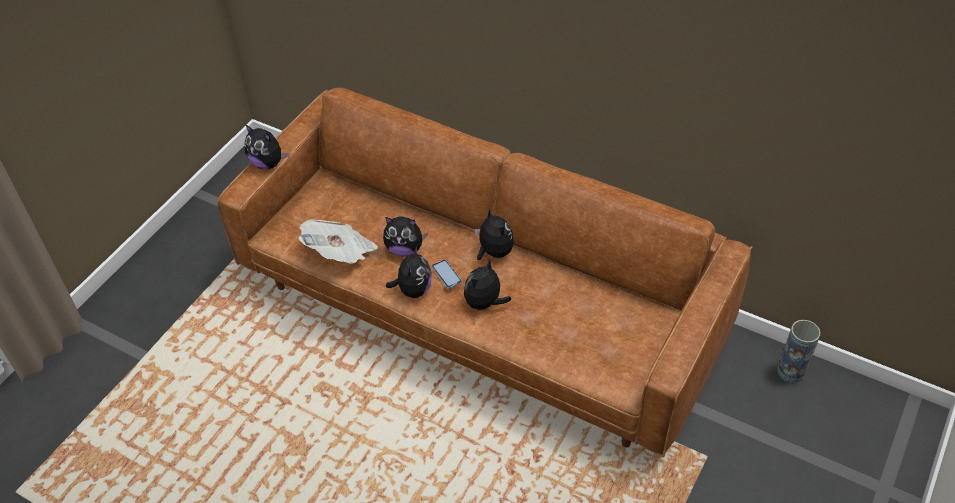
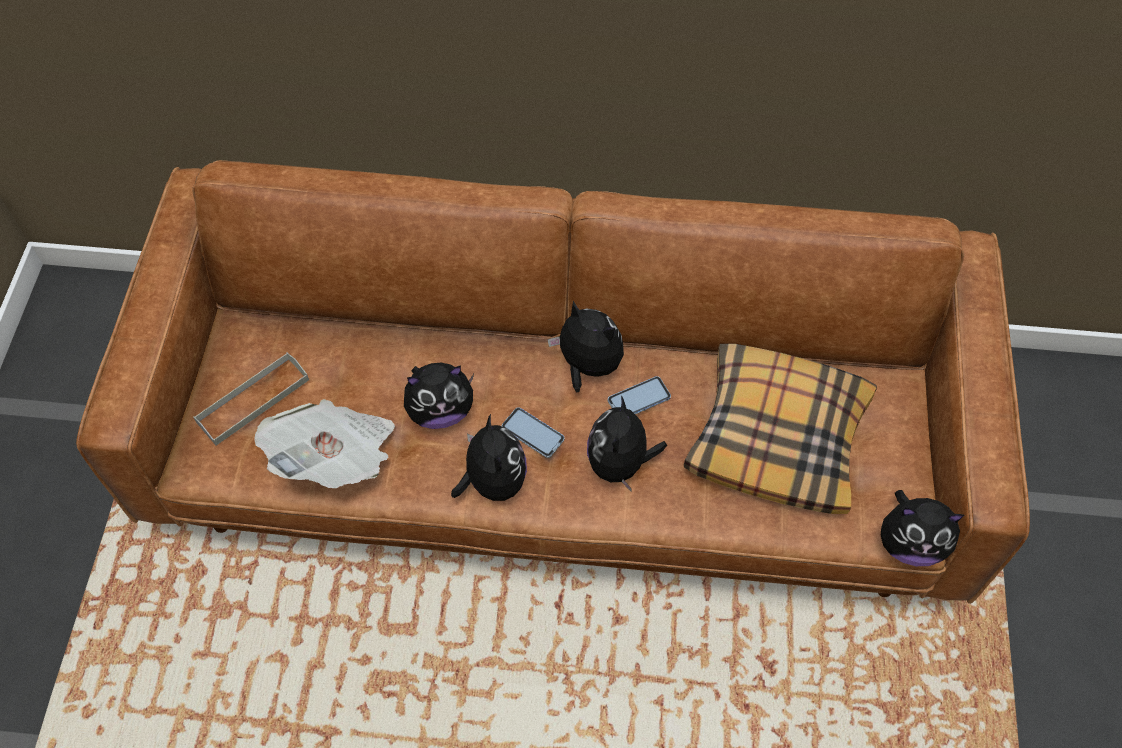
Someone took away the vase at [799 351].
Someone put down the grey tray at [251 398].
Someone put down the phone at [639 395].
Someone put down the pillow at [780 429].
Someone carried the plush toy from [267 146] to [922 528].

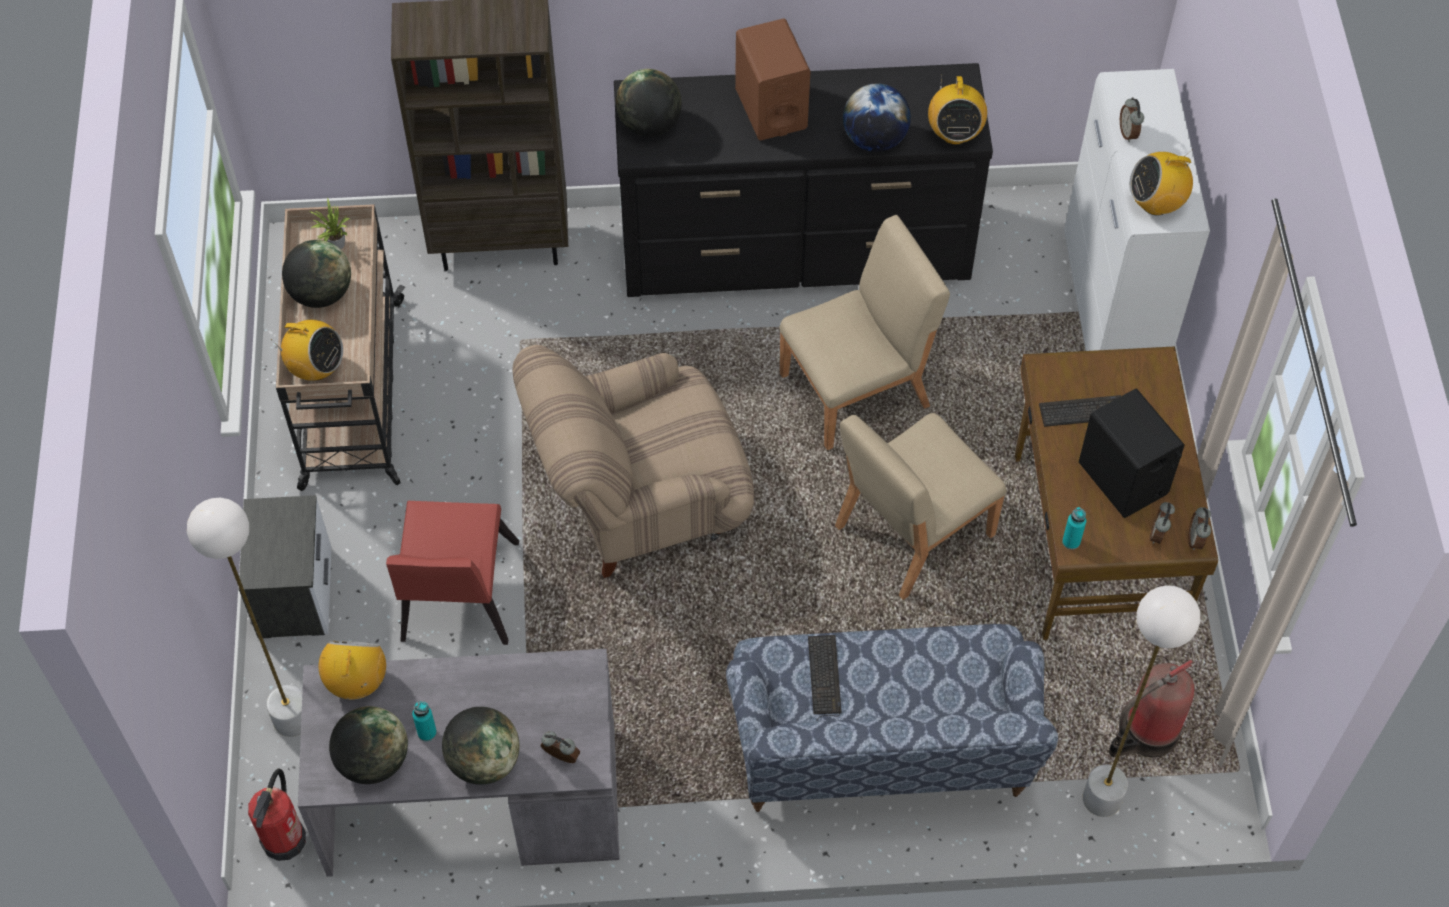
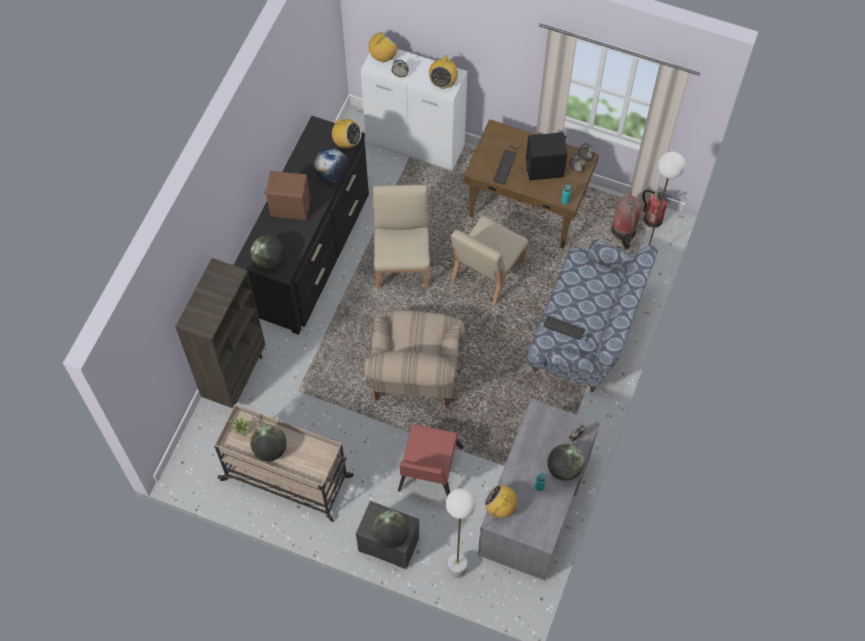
Someone carried the fire extinguisher from [277 814] to [657 209].
Someone carried the radio from [307 350] to [383 47].
Someone carried the globe from [368 745] to [391 529].
Someone rotated the red chair at [452 573] by 75 degrees clockwise.
Someone rotated the beige chair at [921 506] by 45 degrees clockwise.

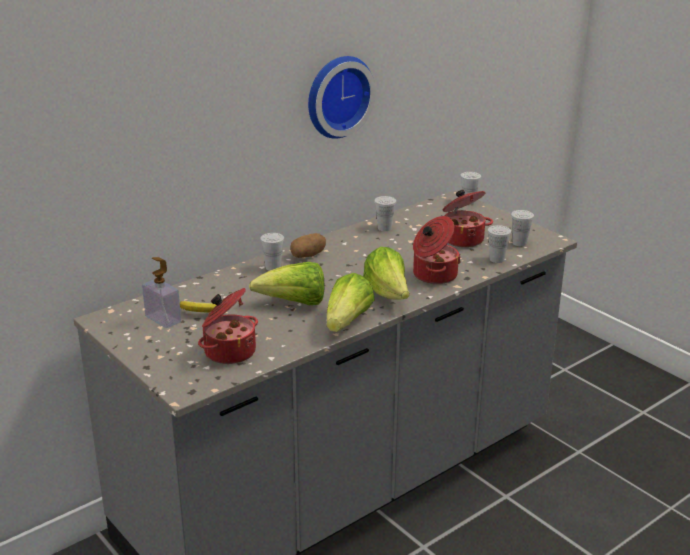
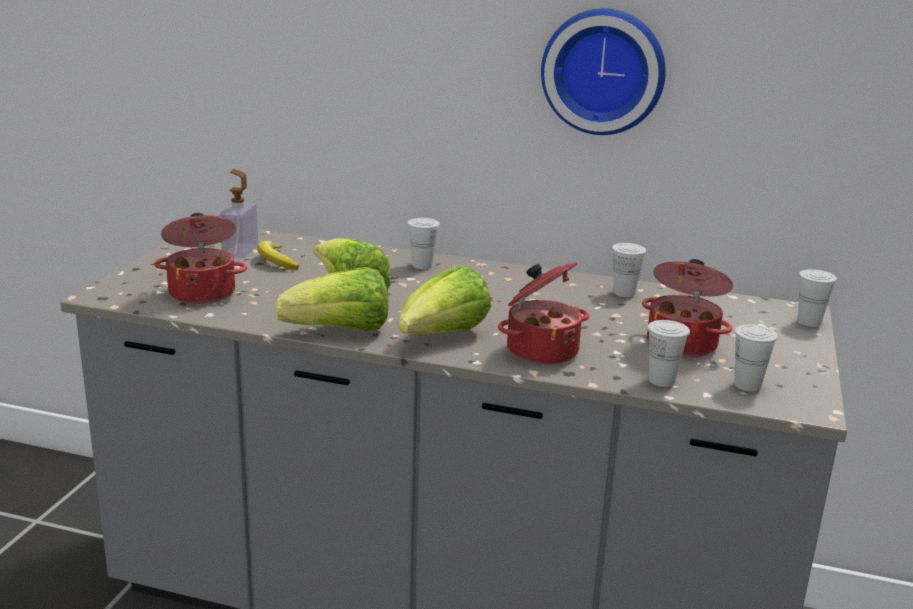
Someone took away the potato at [308 245].

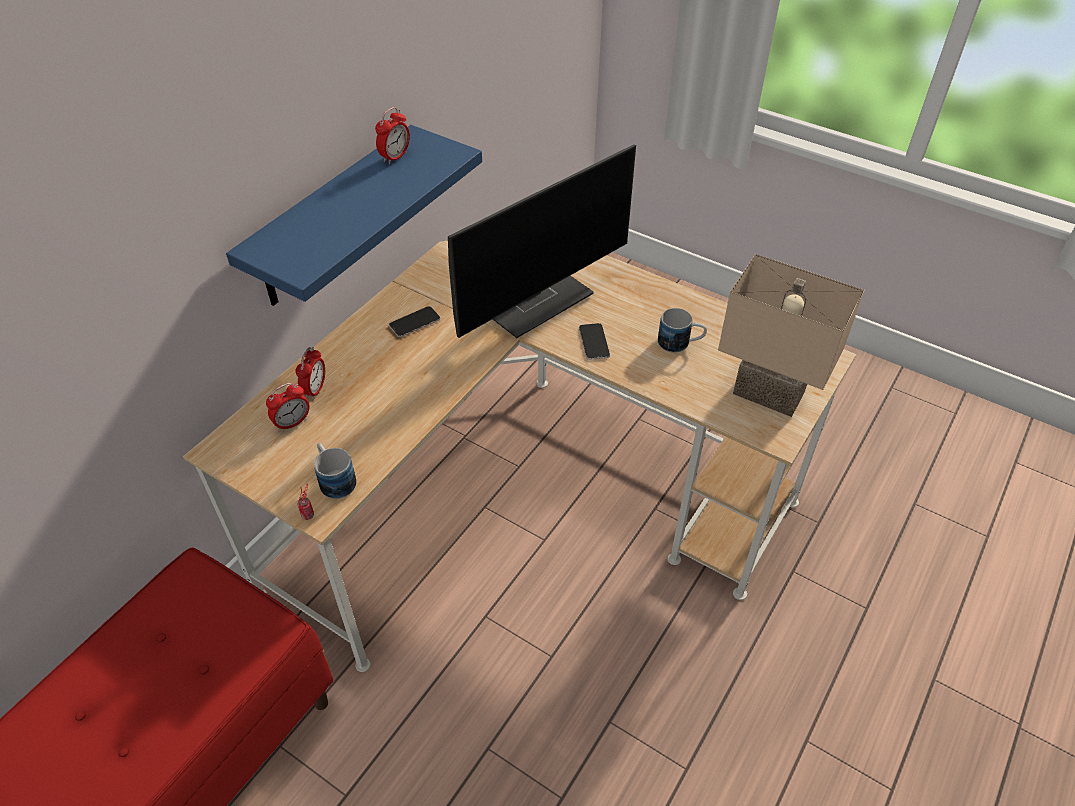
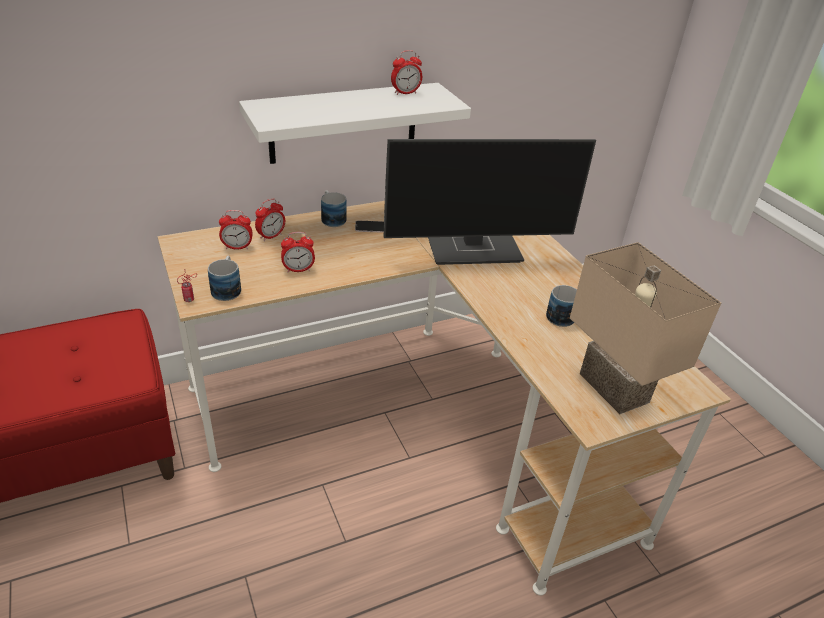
Someone took away the phone at [594 341].
Someone put down the alarm clock at [298 252].
Someone put down the mug at [334 208].
Someone repainted the blue shelf at [354 215], which became the white shelf at [355 123].

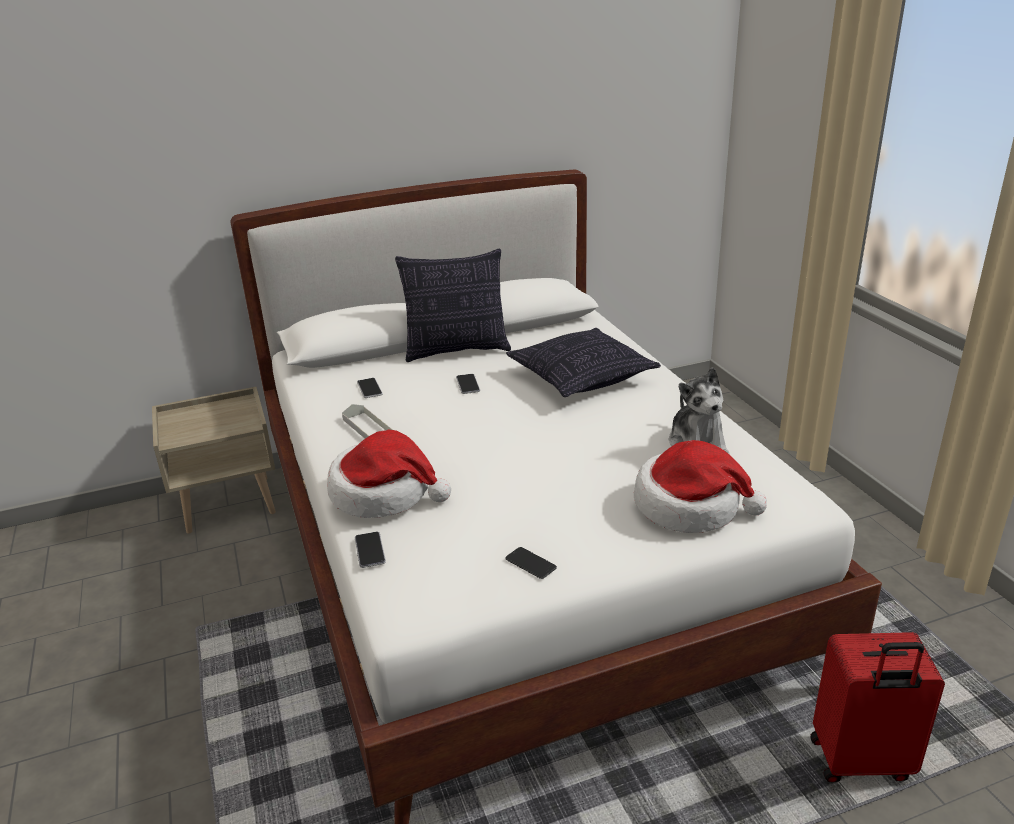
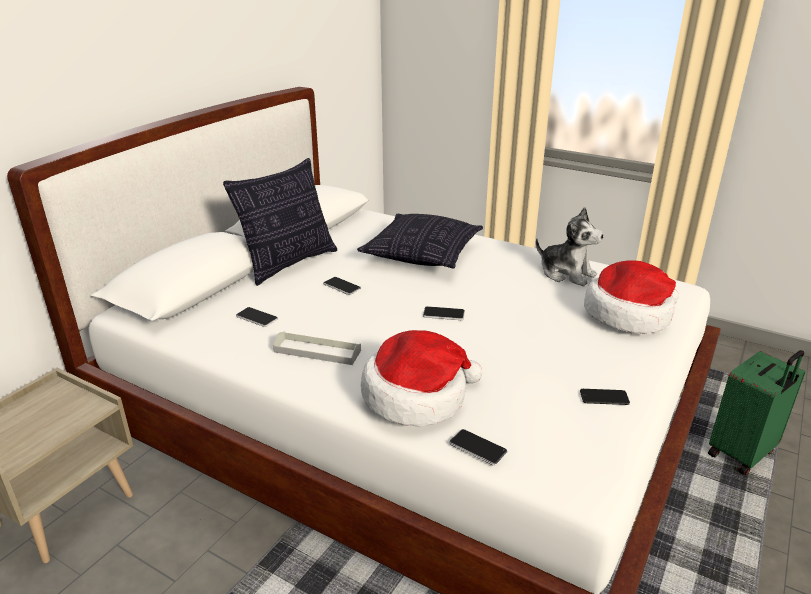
Someone put down the phone at [444 313].
Someone repainted the red suitcase at [877 707], which became the green suitcase at [756 413].

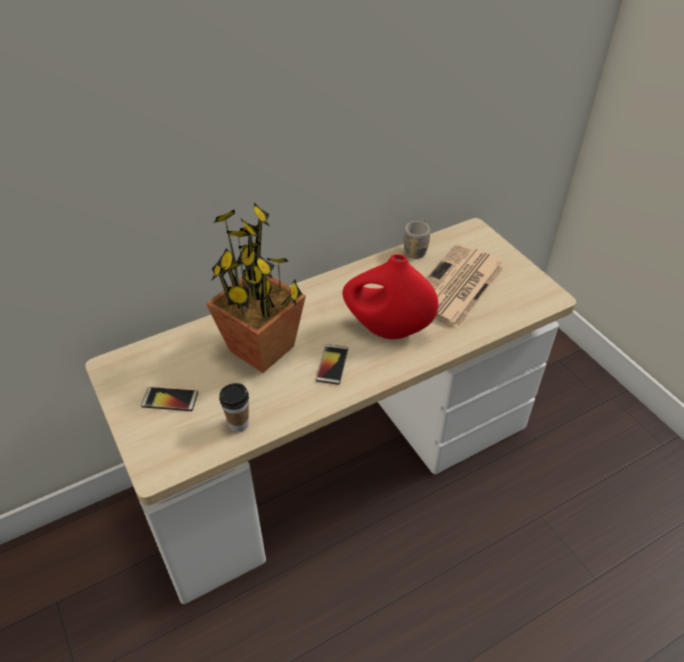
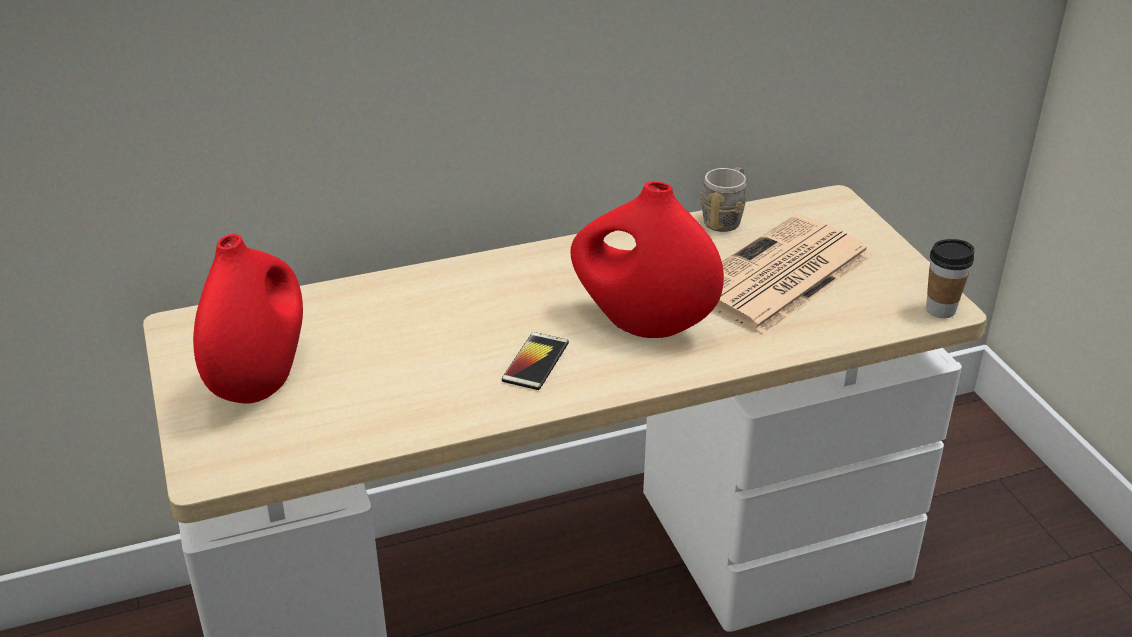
Someone took away the potted plant at [256 287].
Someone carried the cup from [234 407] to [950 278].
Someone swapped the phone at [169 399] for the red vase at [248 319].

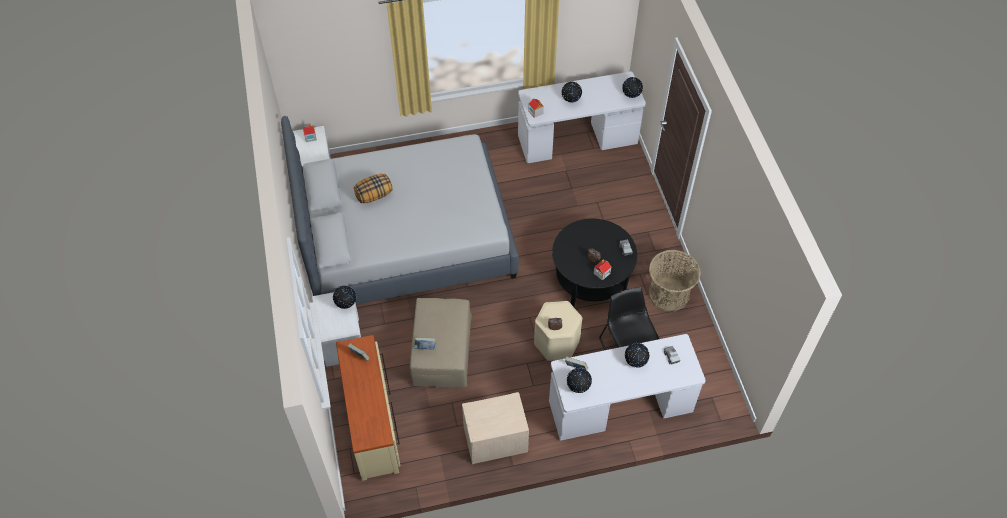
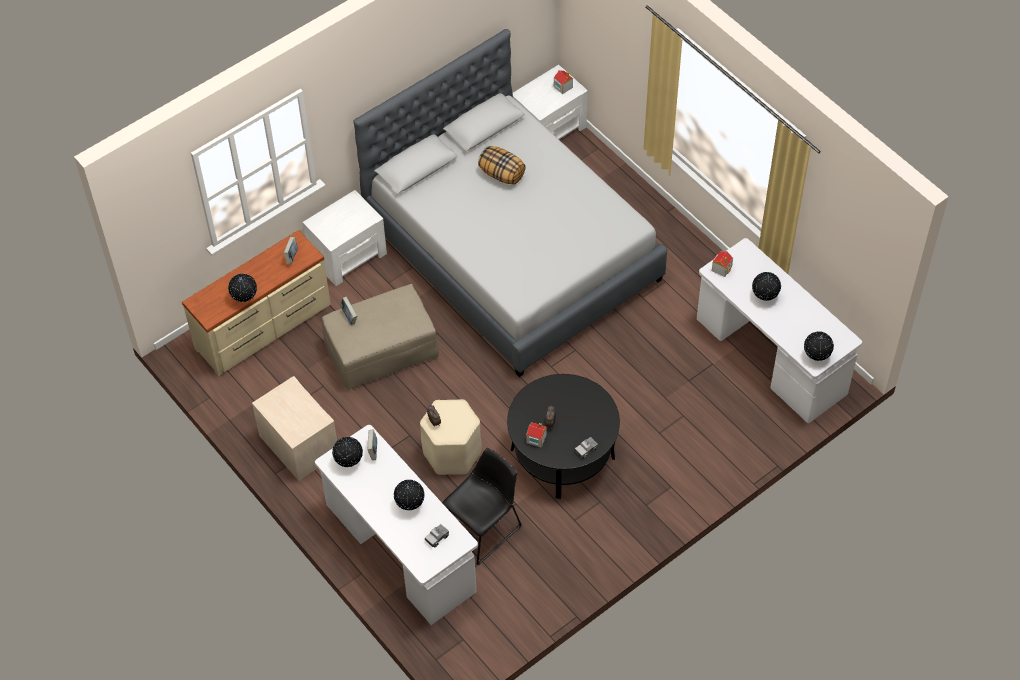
Someone took away the basket at [675 280].
Someone carried the globe from [344 297] to [242 288].

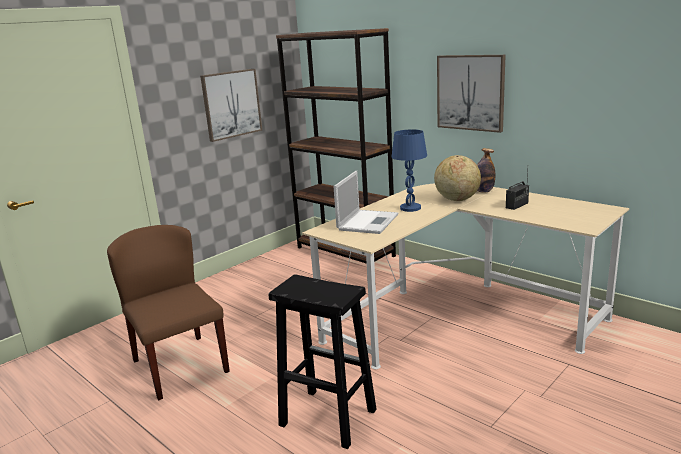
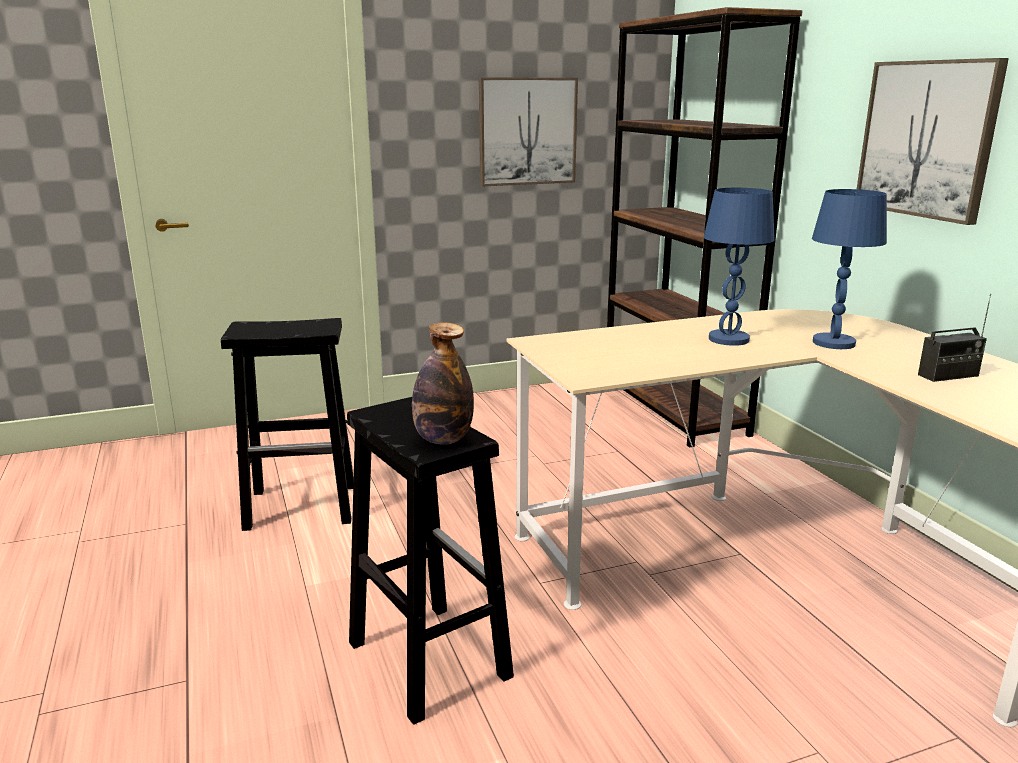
Someone took away the laptop at [365 202].
Someone carried the bottle from [486 170] to [443 383].
Someone swapped the brown chair at [168 312] for the black stool at [287 424].
Someone swapped the globe at [457 178] for the blue table lamp at [849 269].

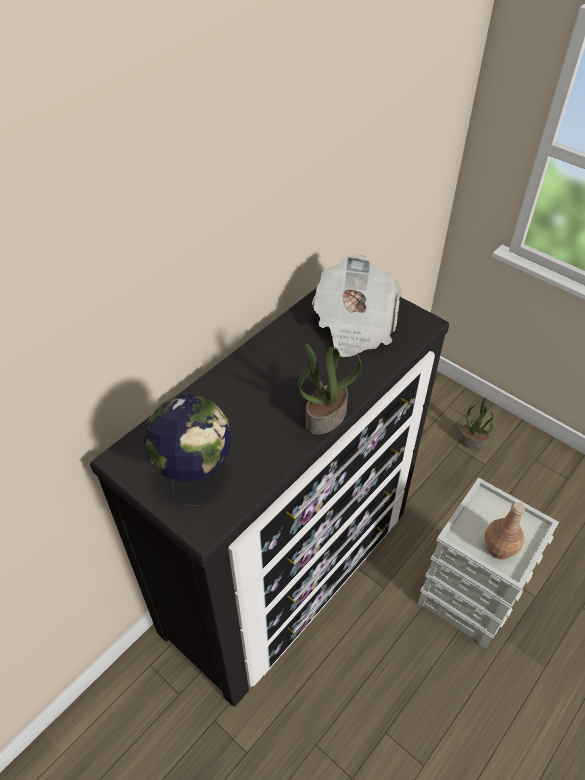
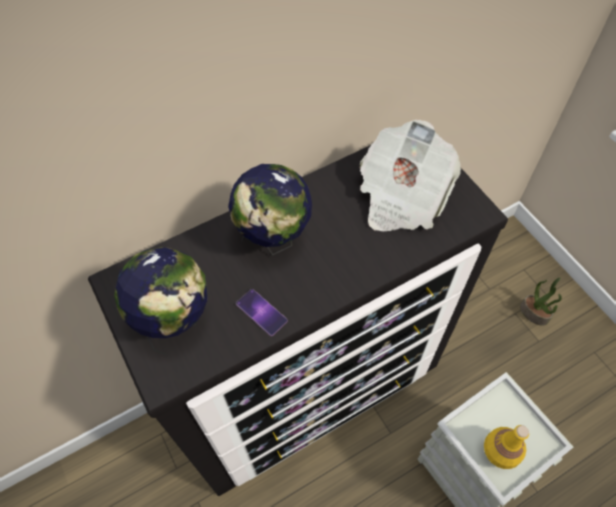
Someone took away the potted plant at [329 389].
Someone put down the globe at [270 209].
Someone put down the phone at [262 312].
Someone repainted the brown bottle at [504 530], which became the yellow bottle at [506 447].

